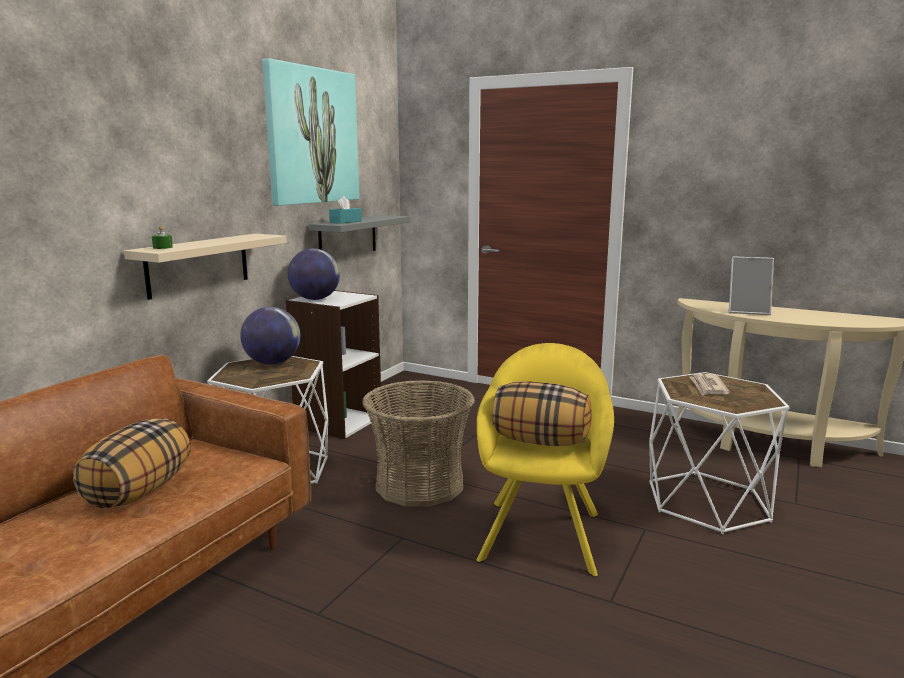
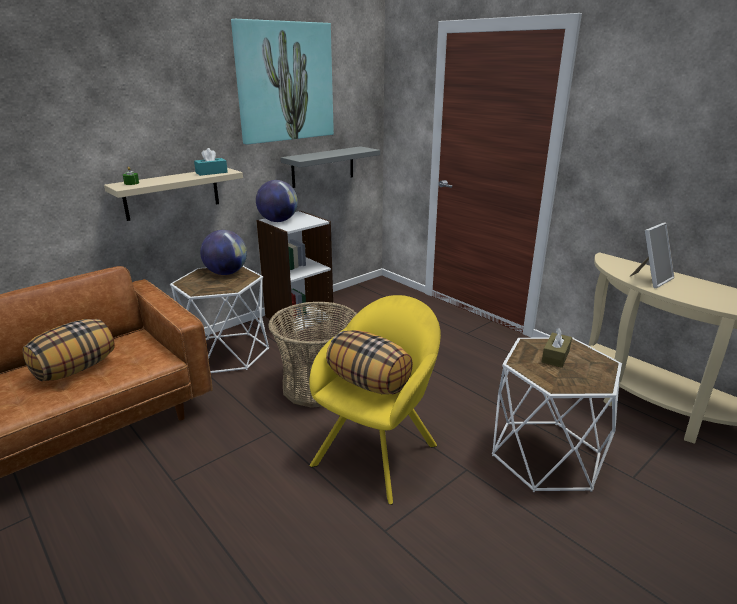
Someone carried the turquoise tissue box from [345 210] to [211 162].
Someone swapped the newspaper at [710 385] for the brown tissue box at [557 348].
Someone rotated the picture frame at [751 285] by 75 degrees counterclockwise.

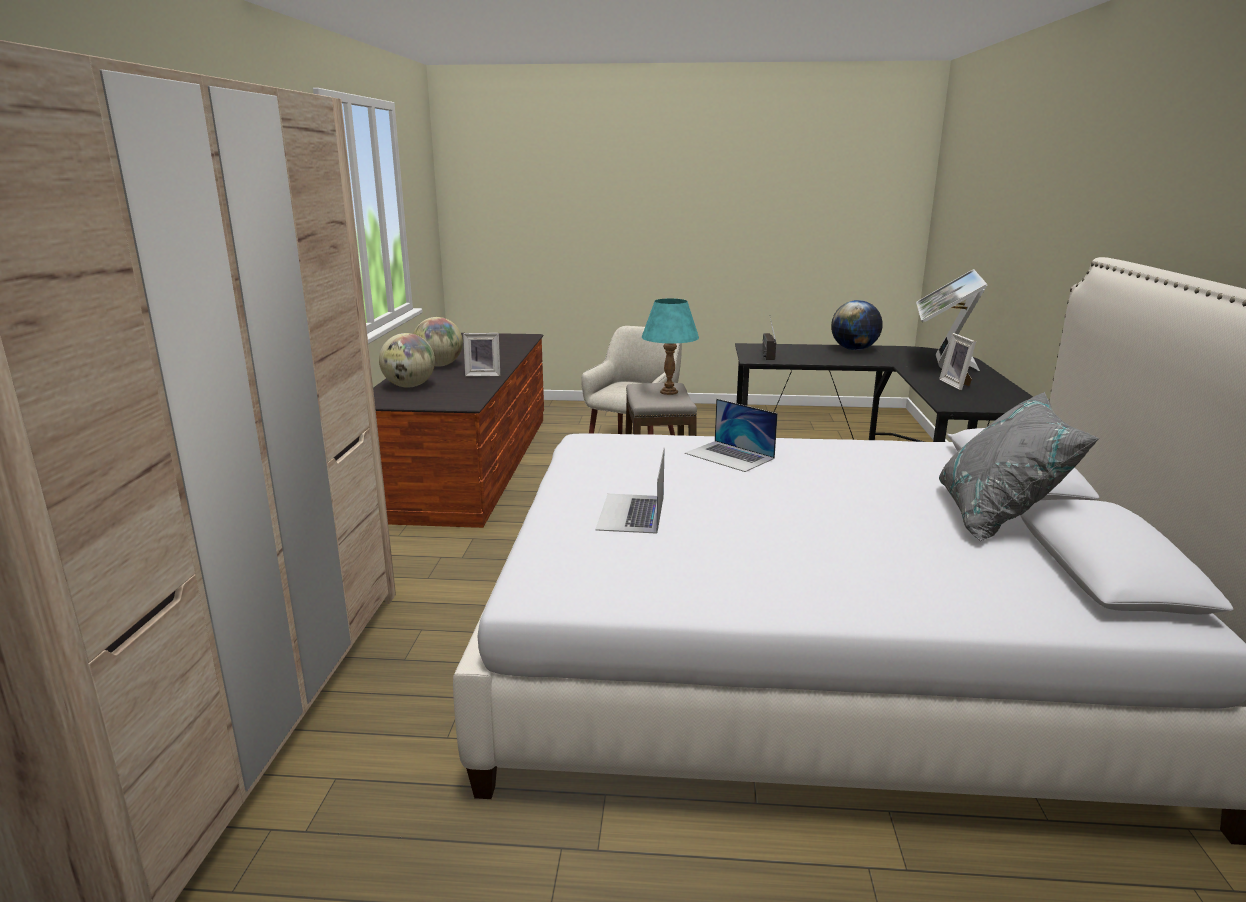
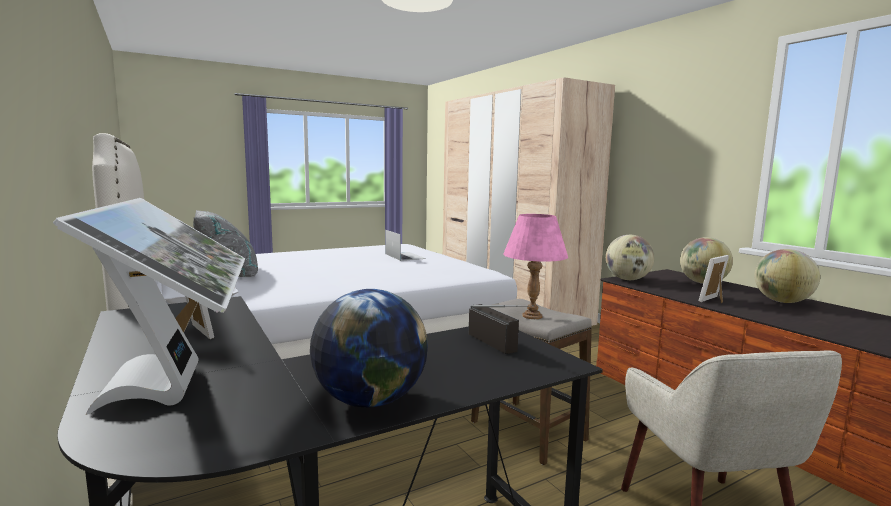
Someone took away the laptop at [731 435].
Someone put down the globe at [630 257].
Someone repainted the turquoise table lamp at [670 346], which became the pink table lamp at [536 266].

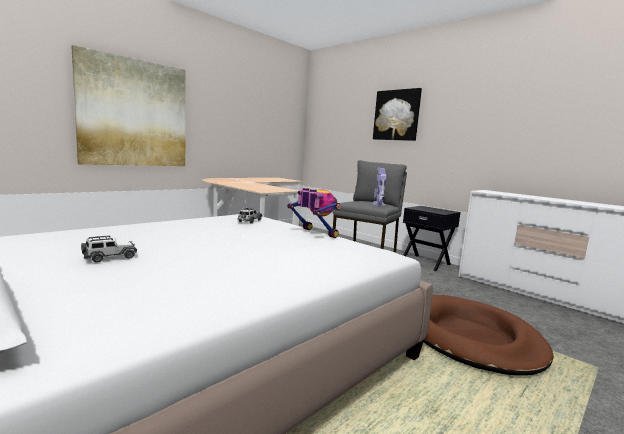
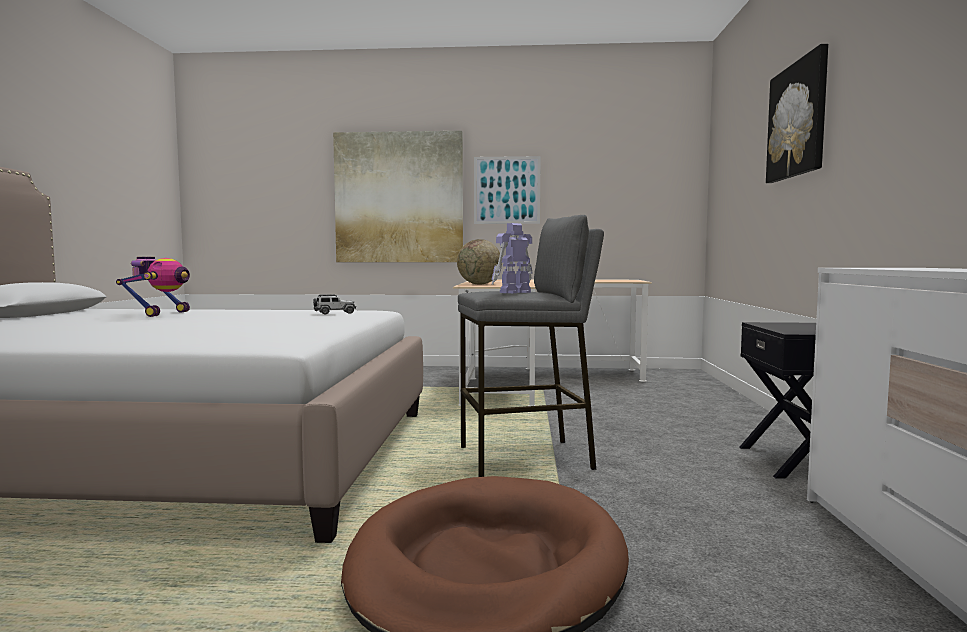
Someone took away the toy car at [109 249].
Someone put down the globe at [479 261].
Someone put up the picture at [507 190].
Someone carried the toy robot from [314 213] to [153 287].

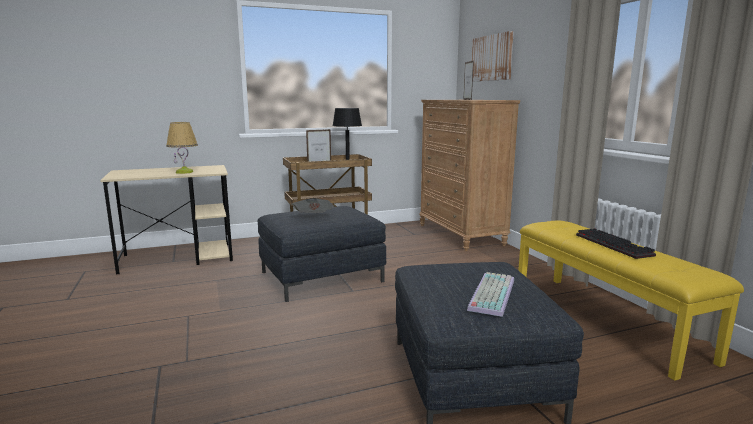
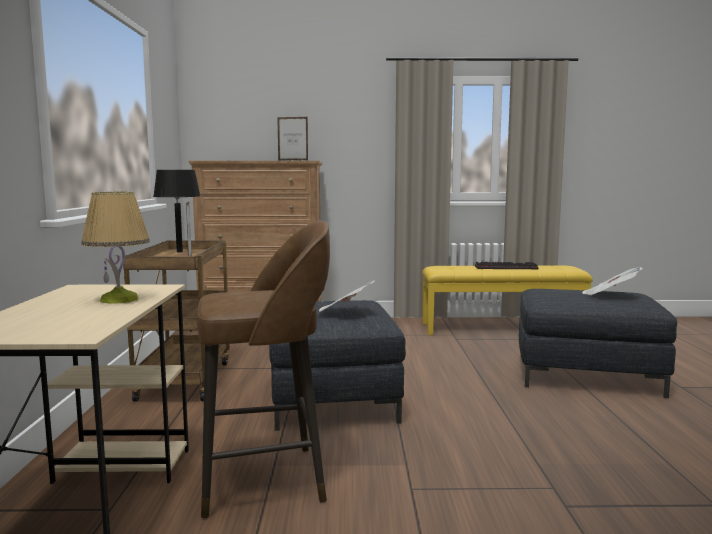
Someone took away the picture at [492 56].
Someone put down the brown stool at [263 370].
Someone swapped the keyboard at [490 294] for the newspaper at [612 281].

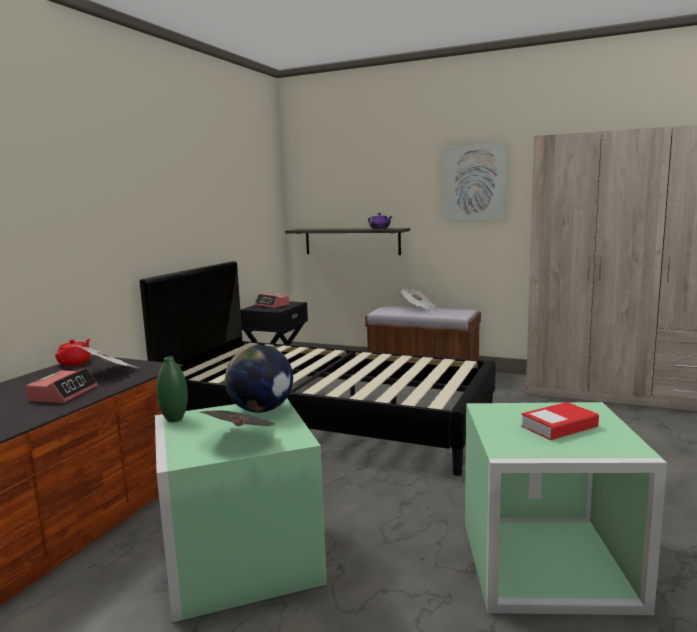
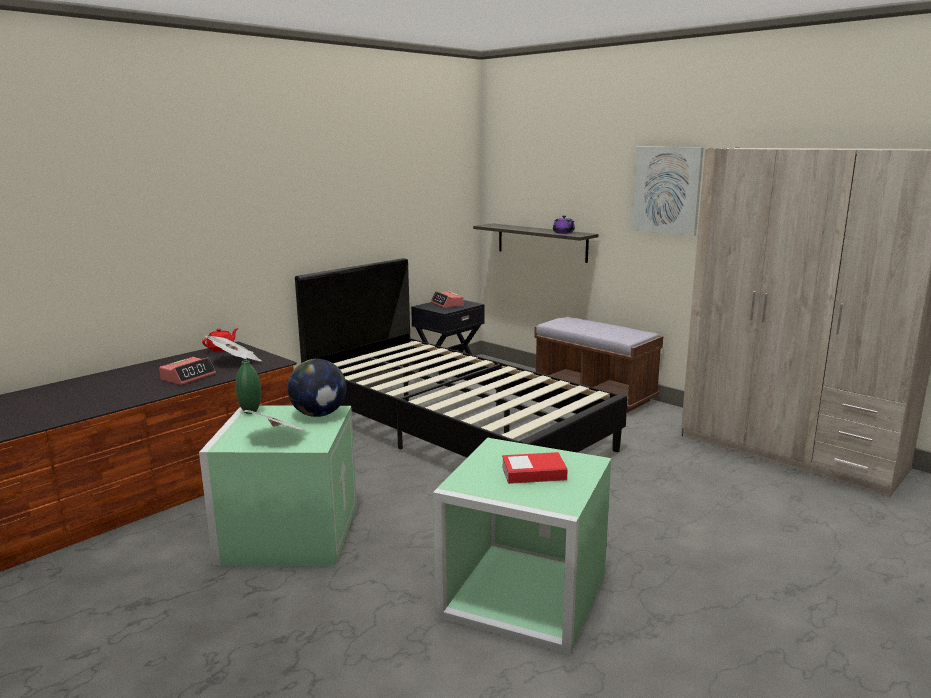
Someone took away the newspaper at [419 299].

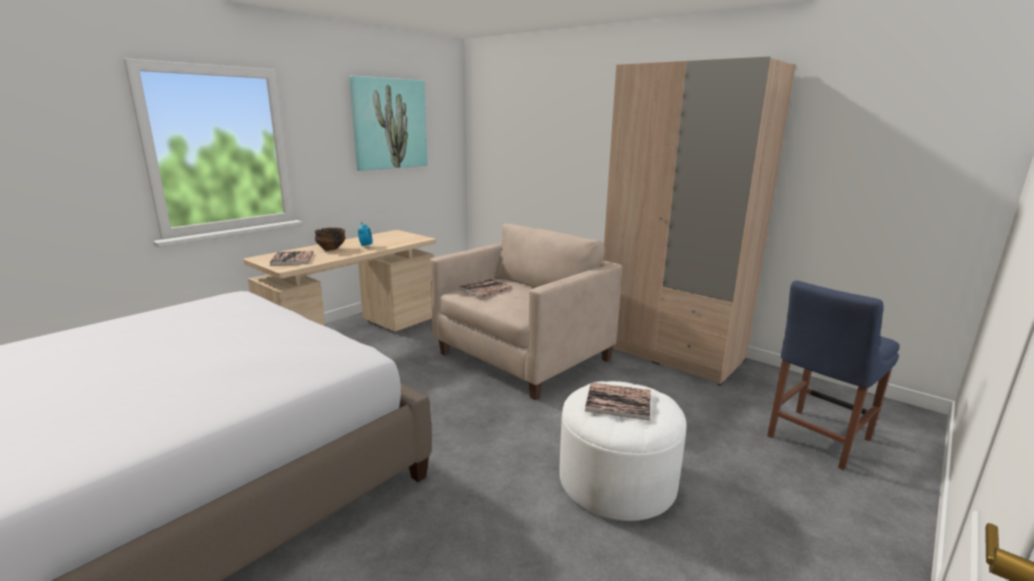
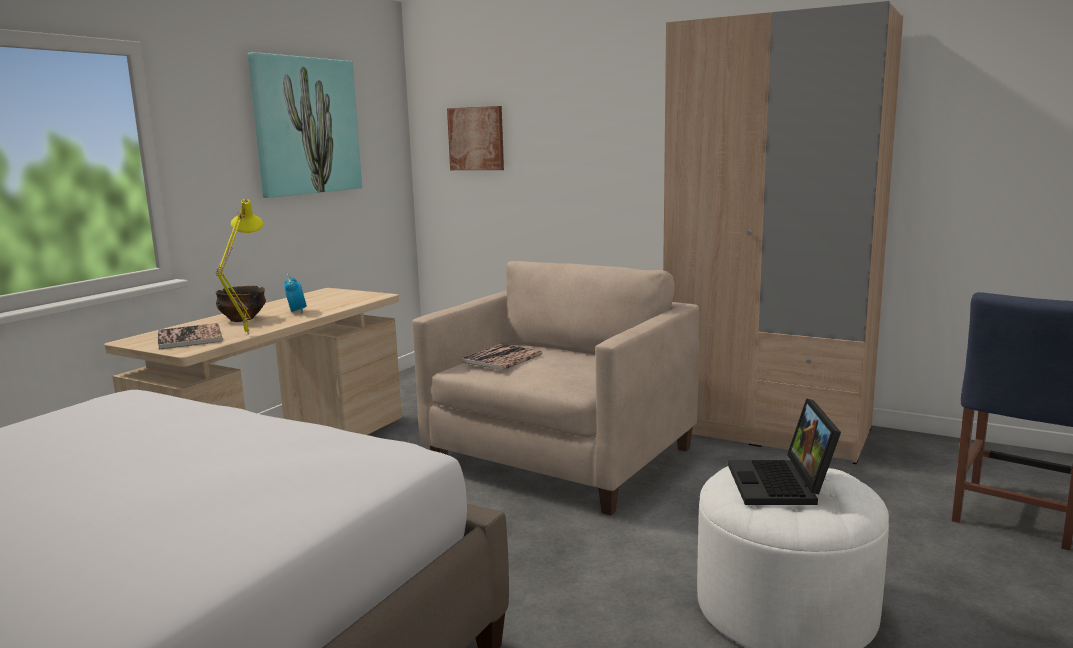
Someone put down the yellow table lamp at [239 267].
Someone put up the picture at [475 138].
Someone swapped the book at [618 401] for the laptop at [784 451].

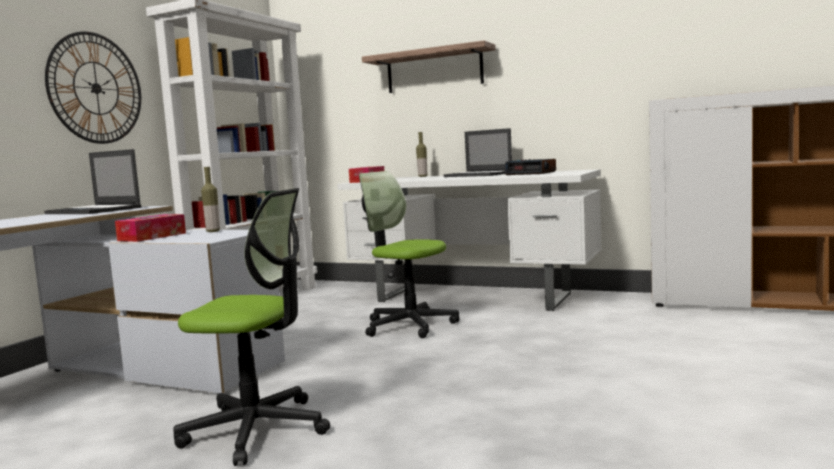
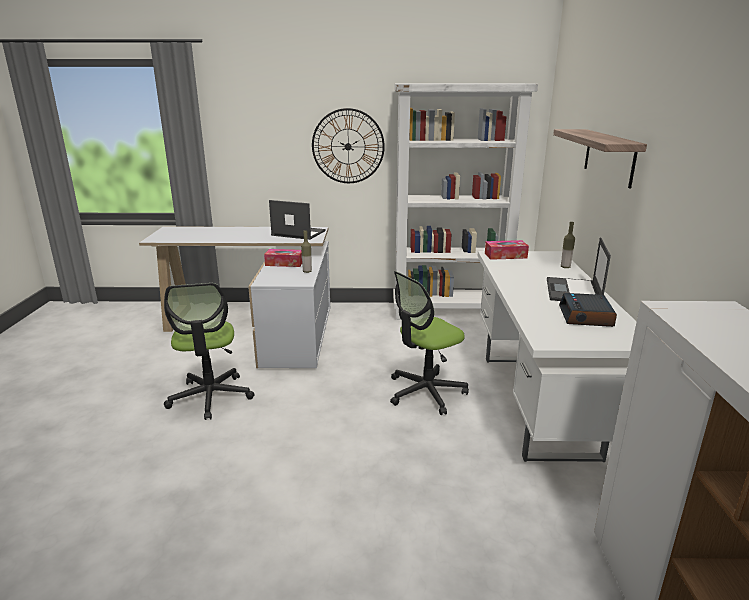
Someone rotated the laptop at [92 181] by 105 degrees clockwise.
Someone rotated the office chair at [409 254] by 135 degrees counterclockwise.

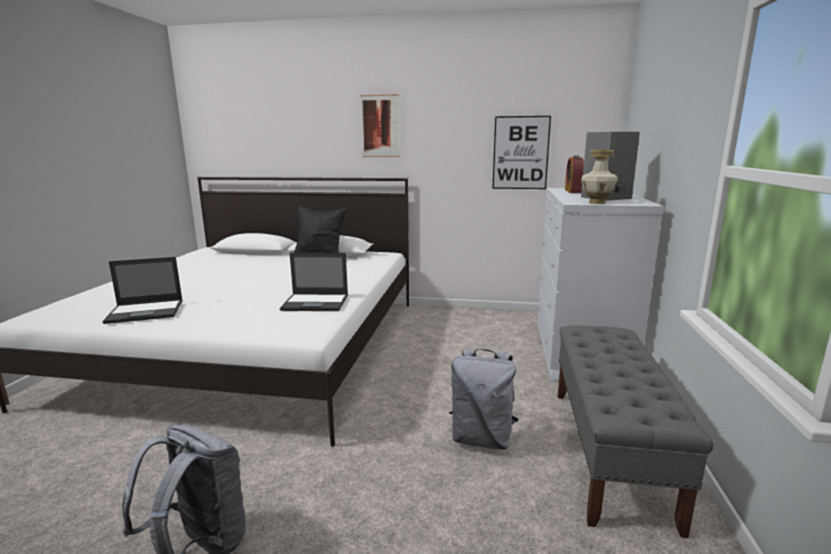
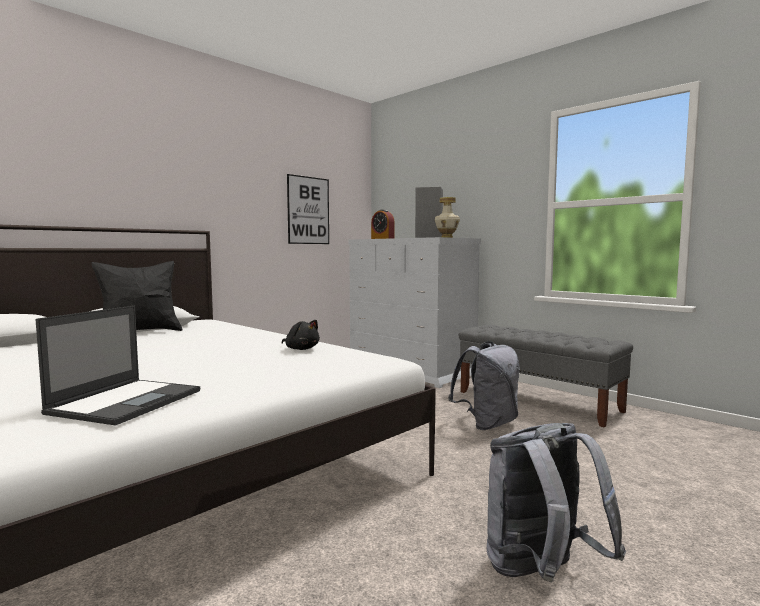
Someone took away the picture at [380 125].
Someone swapped the laptop at [314 282] for the black plush toy at [301 335].

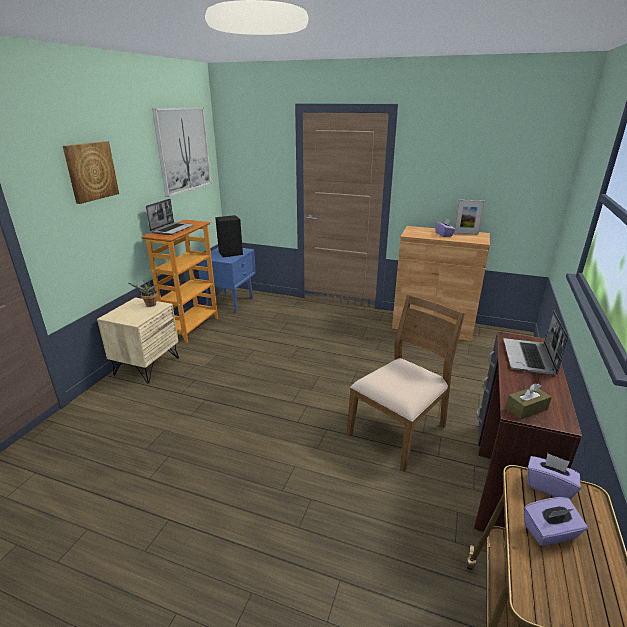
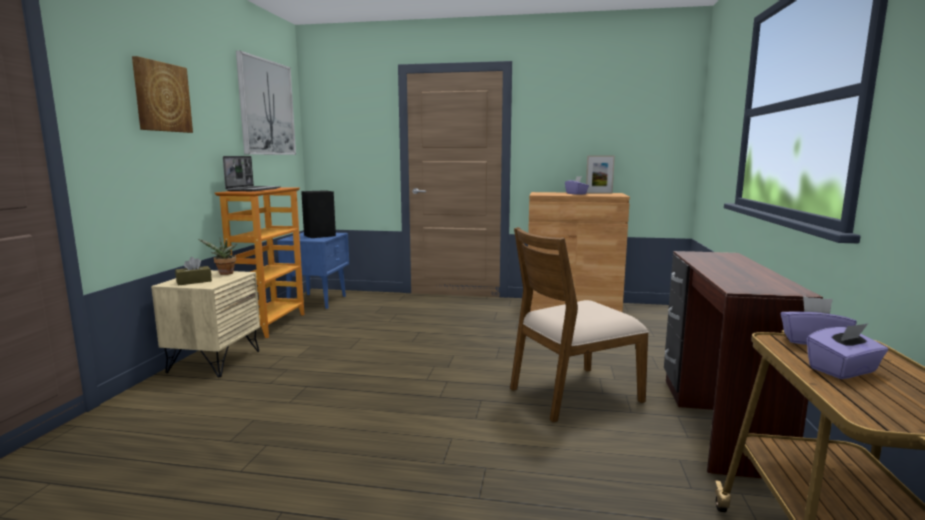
Someone took away the laptop at [535 342].
Someone carried the brown tissue box from [528 401] to [193 271].
Someone rotated the brown chair at [406 383] by 150 degrees counterclockwise.

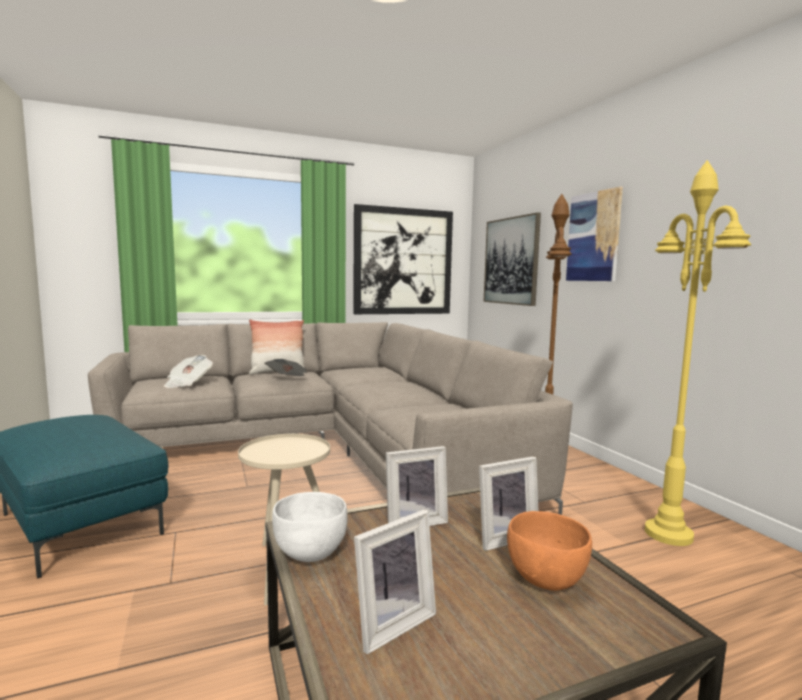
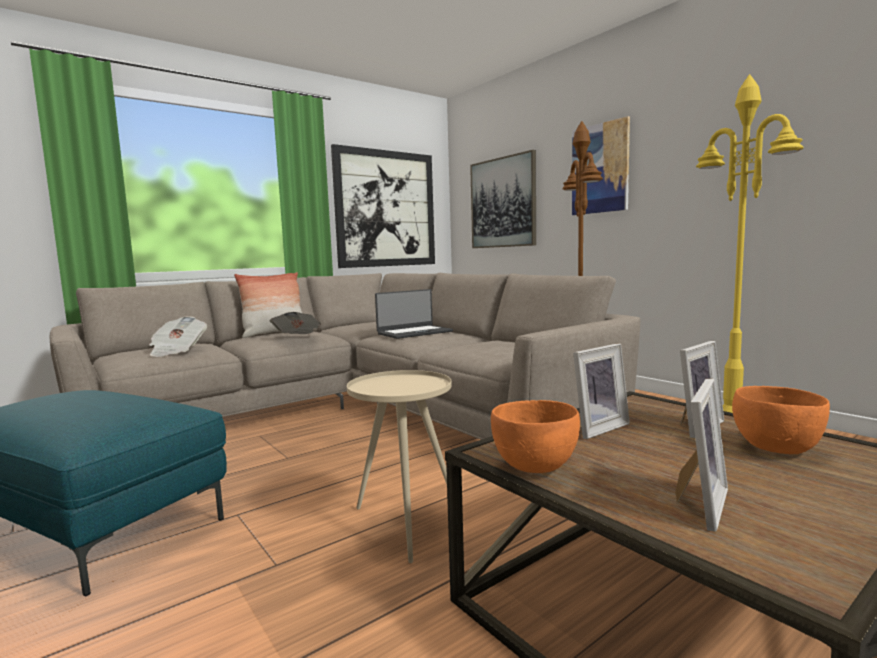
Someone put down the laptop at [414 314].
Someone repainted the white bowl at [310 527], which became the orange bowl at [535 436].

